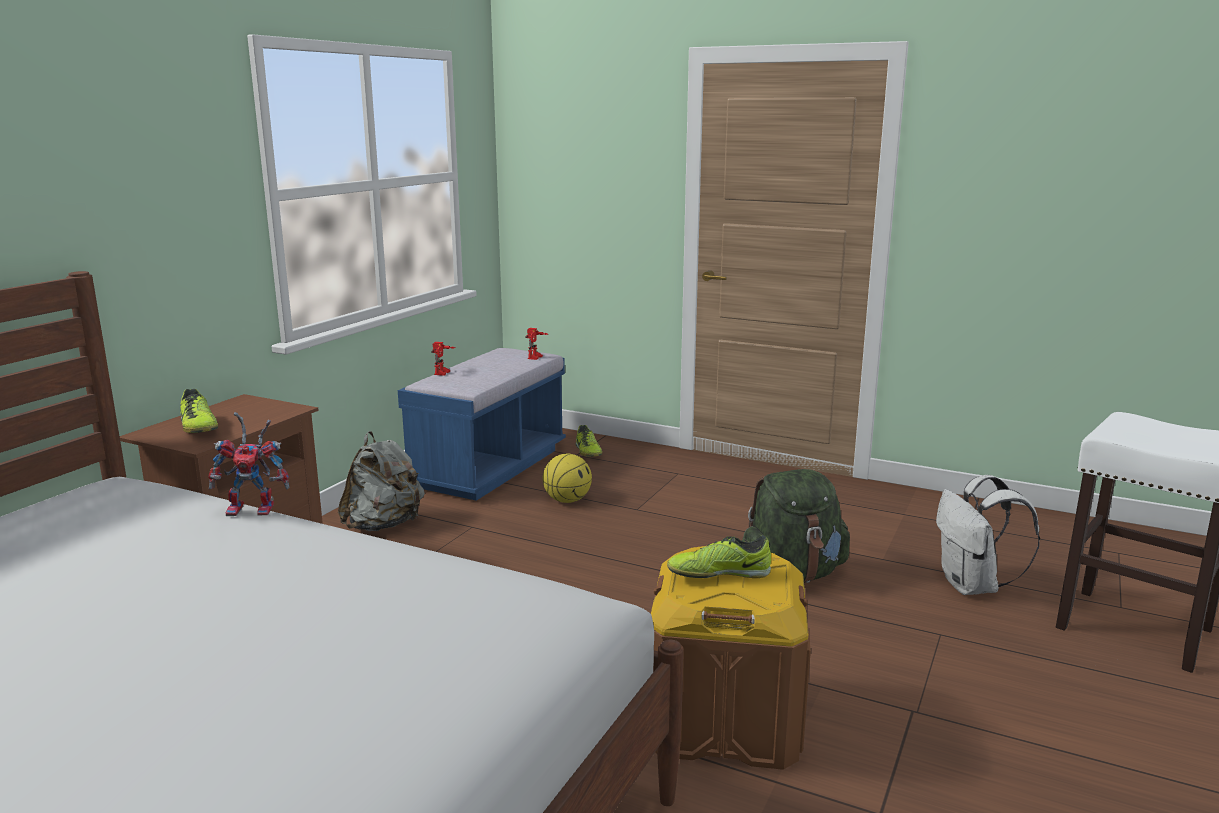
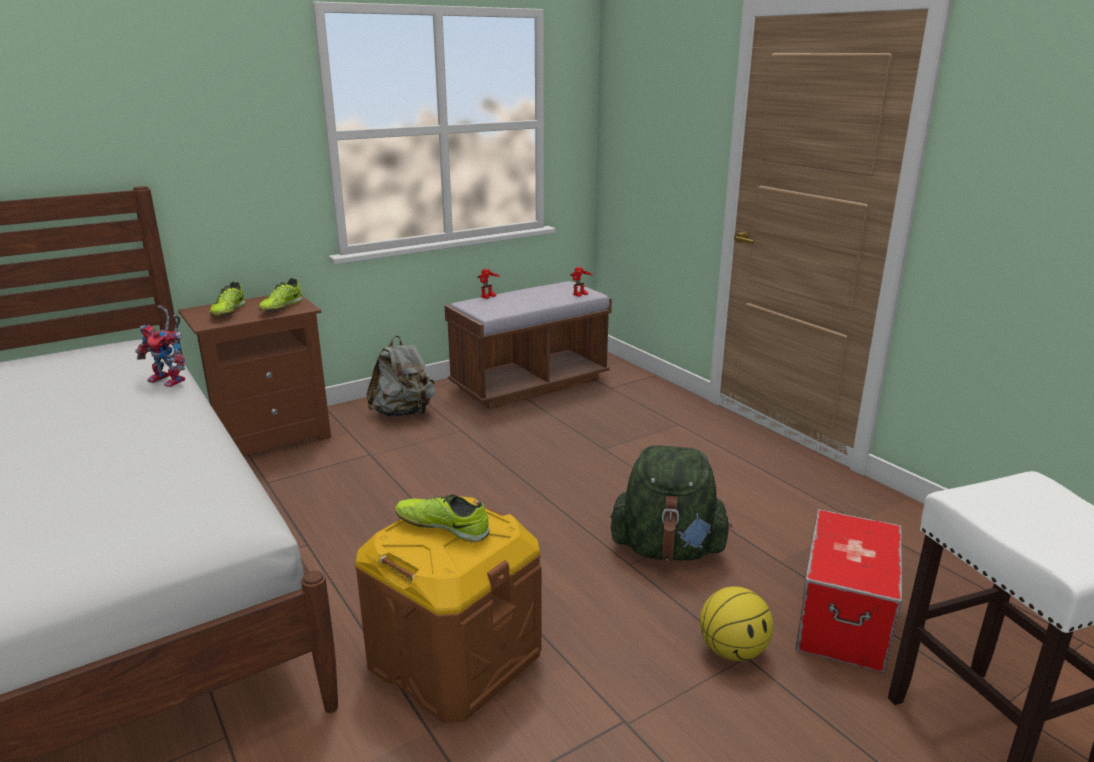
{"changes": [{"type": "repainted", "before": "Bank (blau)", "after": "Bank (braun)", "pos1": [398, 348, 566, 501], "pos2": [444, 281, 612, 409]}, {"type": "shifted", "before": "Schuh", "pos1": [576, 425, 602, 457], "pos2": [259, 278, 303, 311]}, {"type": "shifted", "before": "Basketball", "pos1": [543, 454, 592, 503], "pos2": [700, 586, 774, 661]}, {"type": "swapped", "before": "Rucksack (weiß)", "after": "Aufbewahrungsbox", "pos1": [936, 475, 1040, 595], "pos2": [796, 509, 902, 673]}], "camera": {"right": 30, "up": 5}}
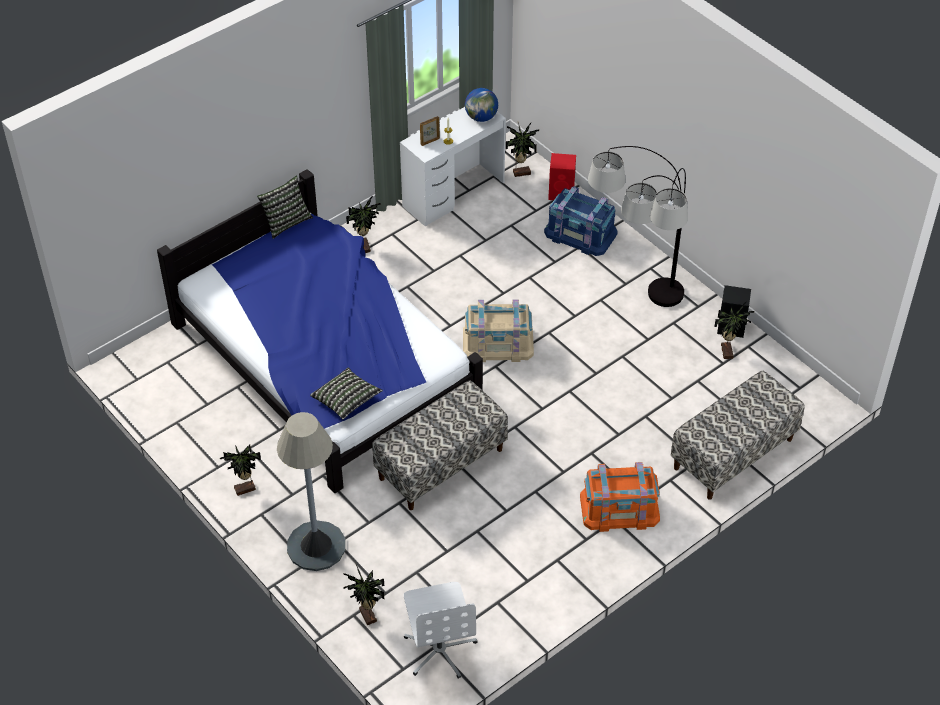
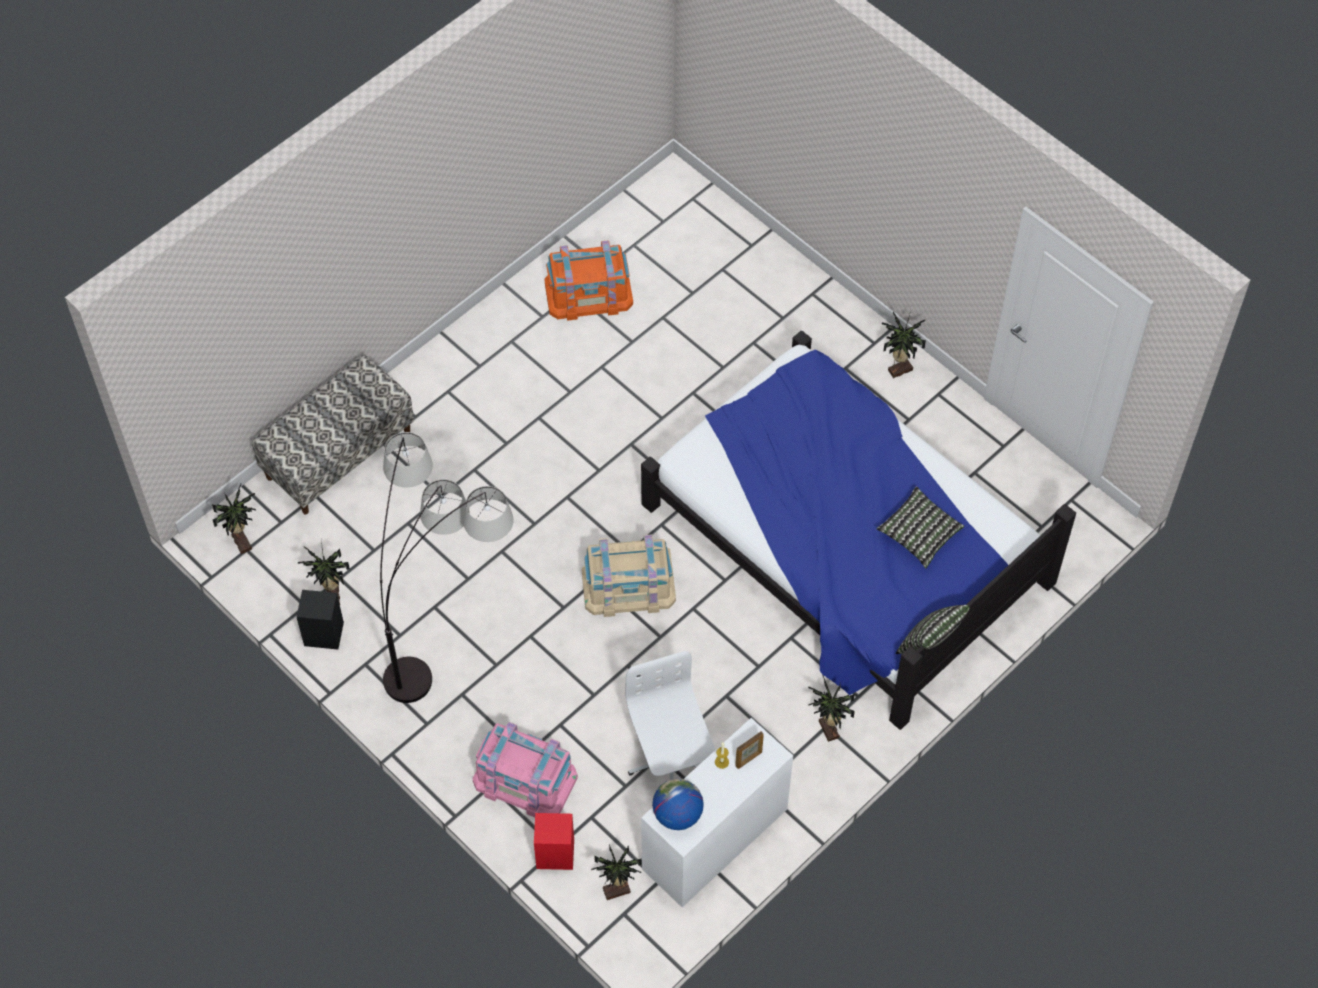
{"changes": [{"type": "repainted", "before": "Aufbewahrungsbox (blau)", "after": "Aufbewahrungsbox (rosa)", "pos1": [544, 186, 617, 256], "pos2": [473, 722, 578, 817]}, {"type": "shifted", "before": "Kissen", "pos1": [310, 367, 383, 420], "pos2": [877, 487, 964, 568]}, {"type": "gone", "before": "Bank", "pos1": [372, 380, 508, 510]}, {"type": "gone", "before": "Stehlampe (grau)", "pos1": [277, 412, 345, 571]}, {"type": "shifted", "before": "Aufbewahrungsbox (orange)", "pos1": [580, 462, 660, 532], "pos2": [545, 240, 633, 321]}, {"type": "shifted", "before": "Topfpflanze", "pos1": [343, 565, 384, 625], "pos2": [212, 484, 256, 554]}, {"type": "shifted", "before": "Bürostuhl (weiß)", "pos1": [404, 582, 478, 679], "pos2": [626, 651, 715, 780]}], "camera": {"right": 175, "up": 10}}
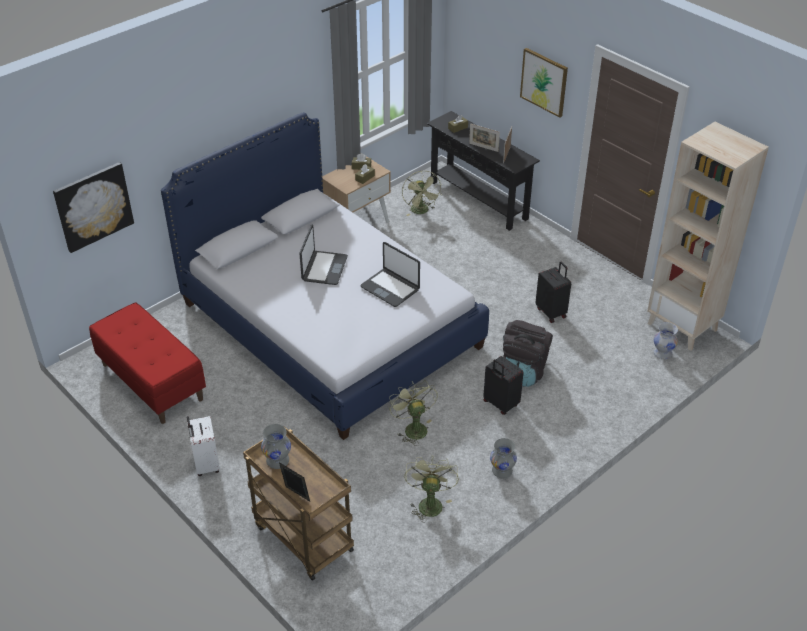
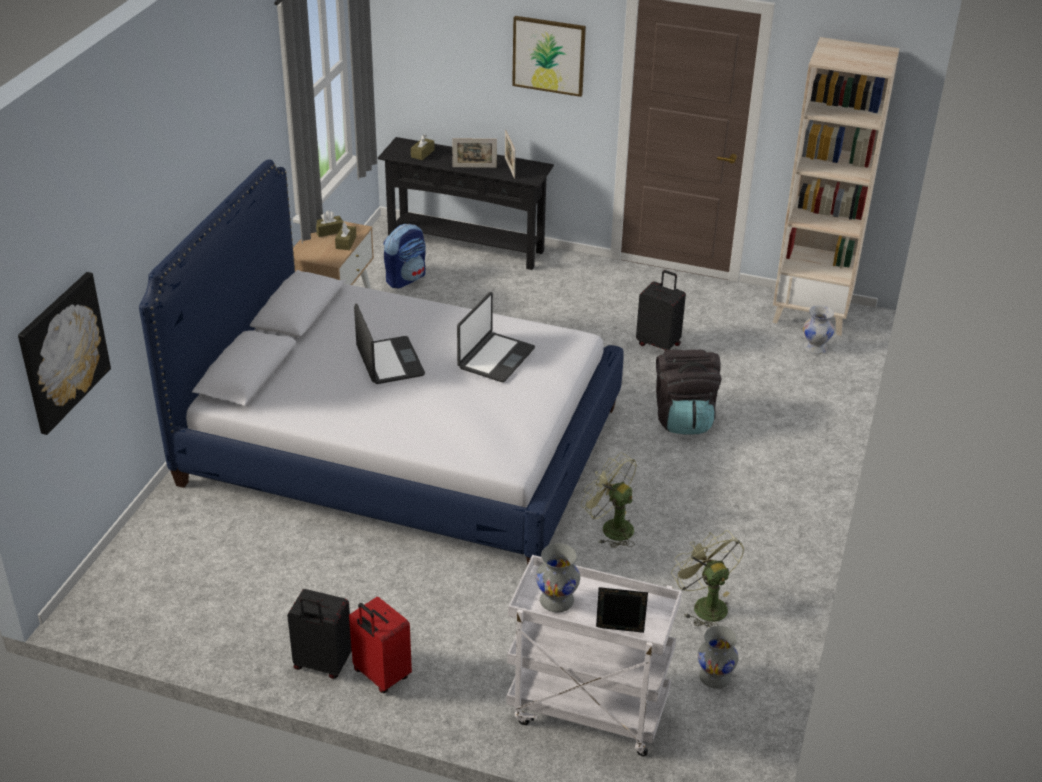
{"changes": [{"type": "swapped", "before": "Ventilator (grün)", "after": "Rucksack", "pos1": [402, 171, 442, 216], "pos2": [383, 224, 426, 288]}, {"type": "rotated", "before": "Laptop", "pos1": [360, 242, 420, 307], "pos2": [457, 292, 535, 382], "turn": -75}, {"type": "gone", "before": "Bank (rot)", "pos1": [89, 302, 206, 424]}, {"type": "shifted", "before": "Koffer (schwarz)", "pos1": [483, 356, 524, 415], "pos2": [287, 589, 352, 679]}, {"type": "repainted", "before": "Koffer (weiß)", "after": "Koffer (rot)", "pos1": [187, 416, 220, 476], "pos2": [349, 596, 412, 693]}, {"type": "repainted", "before": "Rollwagen (braun)", "after": "Rollwagen (weiß)", "pos1": [243, 426, 354, 581], "pos2": [506, 555, 682, 756]}, {"type": "shifted", "before": "Vase (grau)", "pos1": [490, 438, 517, 478], "pos2": [698, 626, 739, 689]}], "camera": {"right": -30, "up": -5}}
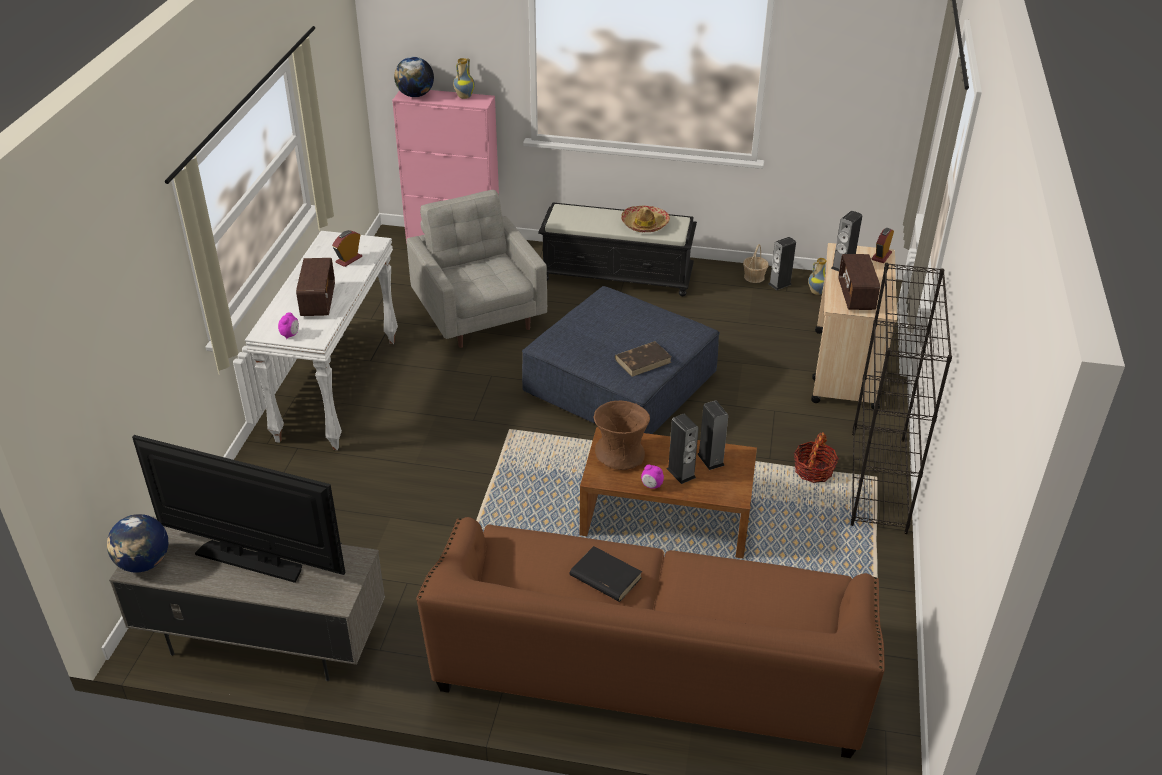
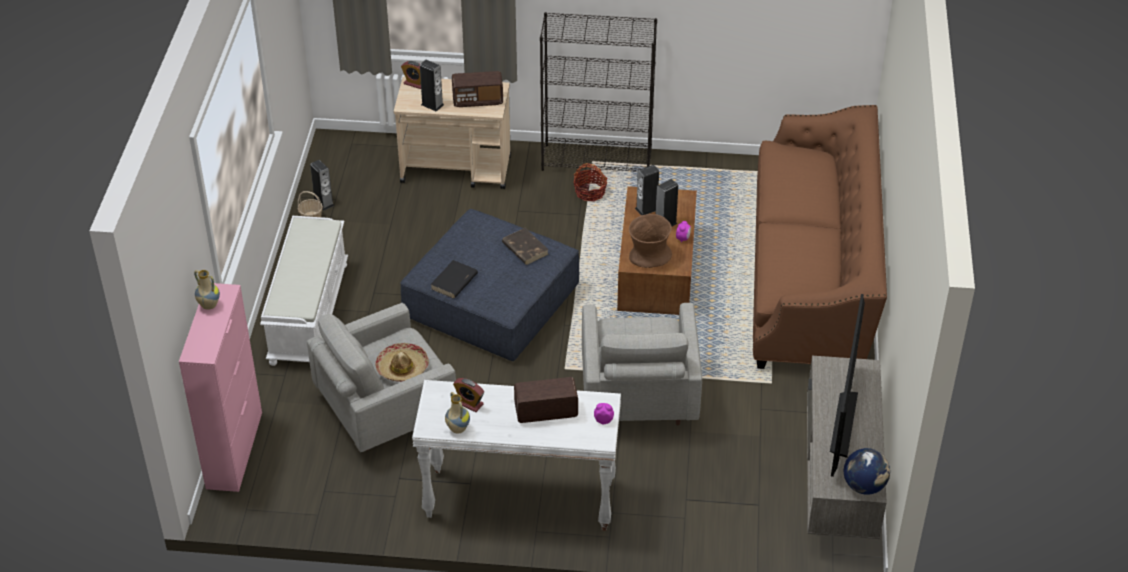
{"changes": [{"type": "gone", "before": "Globus", "pos1": [394, 57, 434, 97]}, {"type": "repainted", "before": "Bank (schwarz)", "after": "Bank (weiß)", "pos1": [538, 202, 697, 296], "pos2": [260, 216, 348, 366]}, {"type": "shifted", "before": "Hut", "pos1": [621, 206, 670, 232], "pos2": [375, 343, 429, 382]}, {"type": "shifted", "before": "Vase", "pos1": [808, 258, 827, 295], "pos2": [445, 392, 470, 433]}, {"type": "shifted", "before": "Buch (schwarz)", "pos1": [569, 546, 642, 602], "pos2": [430, 260, 478, 299]}, {"type": "new", "after": "Sessel (grau)", "pos2": [582, 303, 702, 425]}], "camera": {"right": -95, "up": 5}}
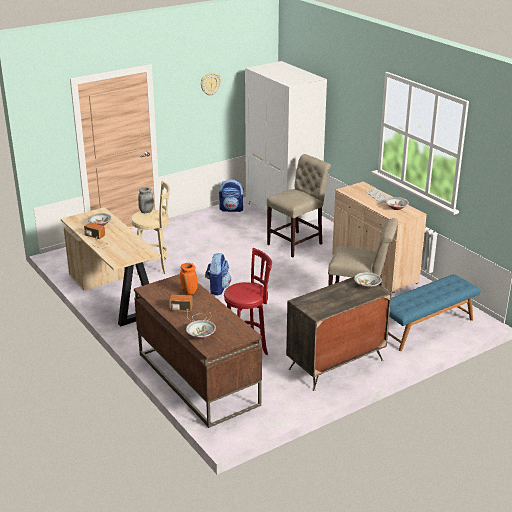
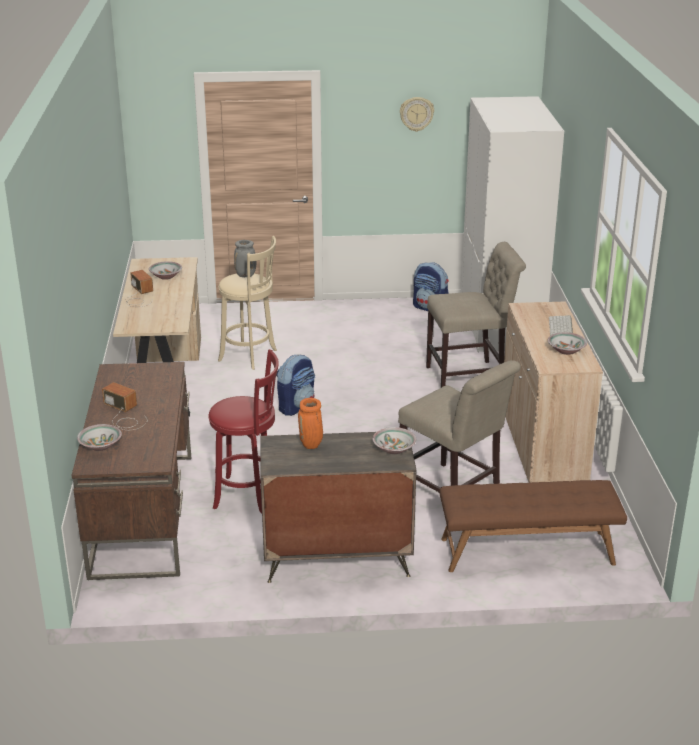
{"changes": [{"type": "shifted", "before": "Vase (orange)", "pos1": [180, 263, 198, 295], "pos2": [298, 398, 323, 449]}, {"type": "repainted", "before": "Bank (blau)", "after": "Bank (braun)", "pos1": [388, 274, 481, 351], "pos2": [439, 480, 627, 572]}], "camera": {"right": 30, "up": 0}}
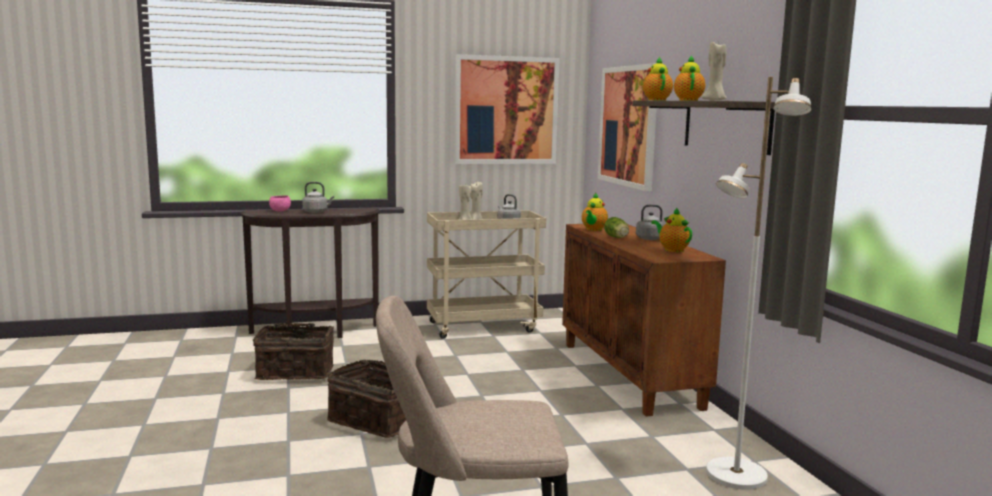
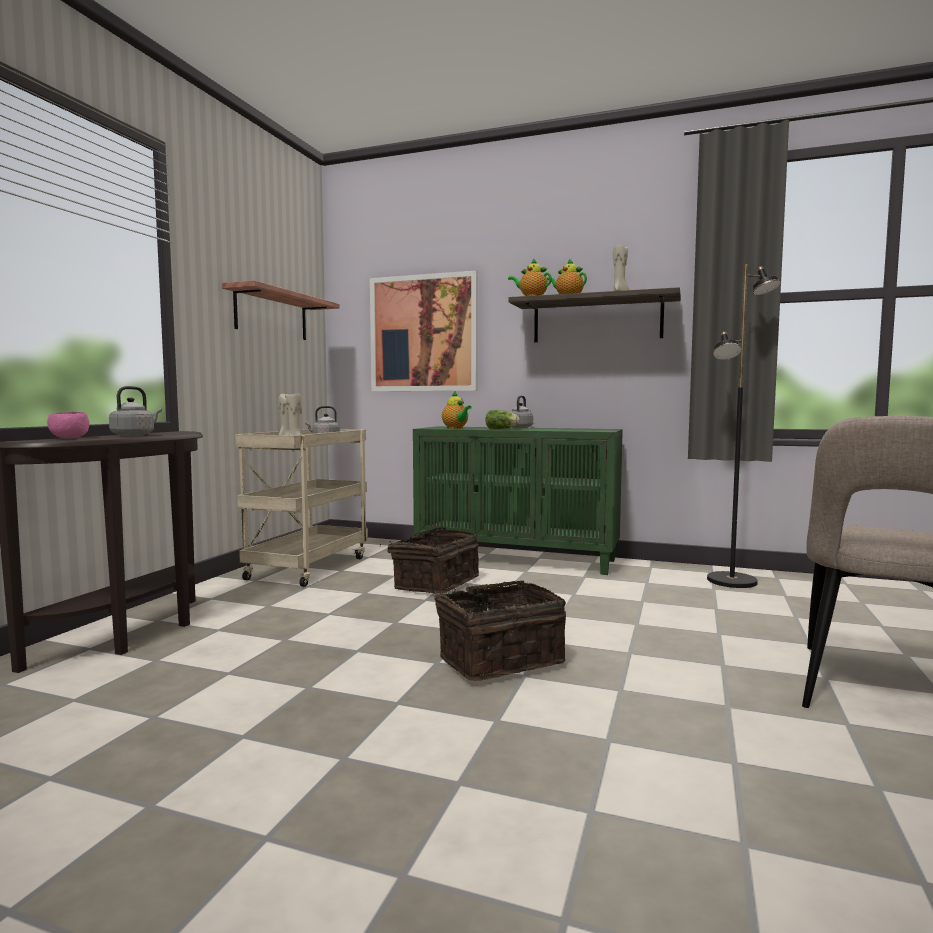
{"changes": [{"type": "swapped", "before": "Bild", "after": "Wandregal", "pos1": [454, 54, 560, 164], "pos2": [222, 280, 340, 340]}, {"type": "repainted", "before": "Stehlampe (weiß)", "after": "Stehlampe (schwarz)", "pos1": [706, 77, 812, 490], "pos2": [707, 264, 781, 588]}, {"type": "gone", "before": "Teekanne", "pos1": [651, 208, 692, 252]}, {"type": "repainted", "before": "Schrank (braun)", "after": "Schrank (grün)", "pos1": [562, 224, 726, 417], "pos2": [413, 426, 623, 575]}, {"type": "shifted", "before": "Korb", "pos1": [253, 323, 334, 380], "pos2": [379, 526, 479, 594]}], "camera": {"right": -55, "up": -5}}
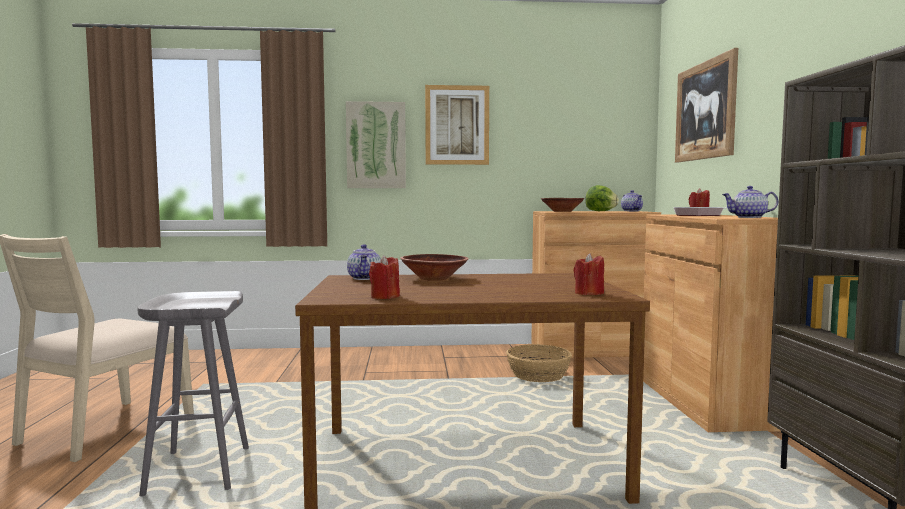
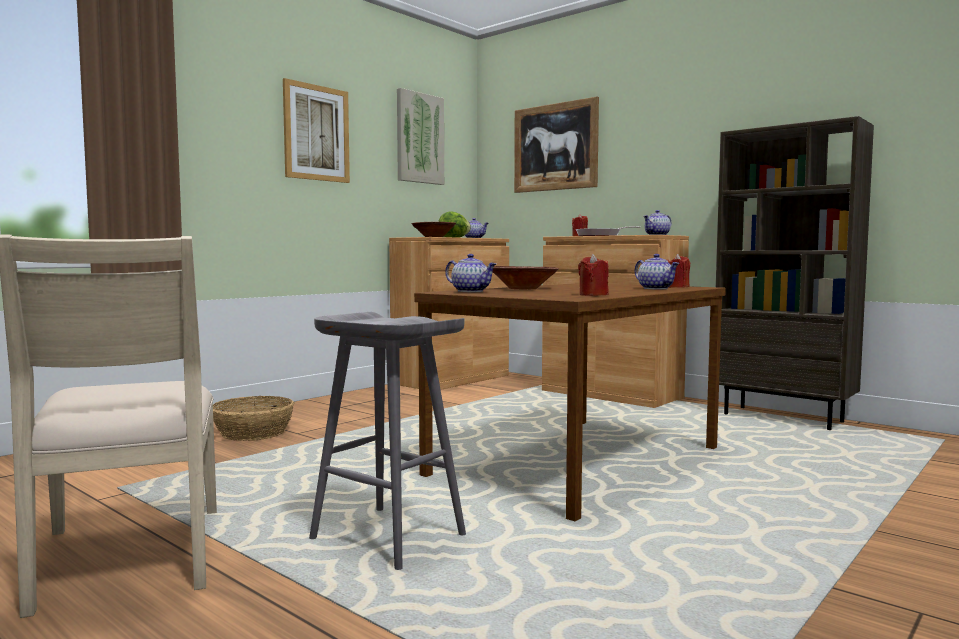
{"changes": [{"type": "shifted", "before": "Bild", "pos1": [346, 101, 406, 188], "pos2": [397, 88, 444, 185]}, {"type": "shifted", "before": "Korb", "pos1": [506, 344, 572, 382], "pos2": [213, 396, 294, 441]}, {"type": "new", "after": "Teekanne", "pos2": [635, 254, 679, 290]}], "camera": {"right": -45, "up": 0}}
